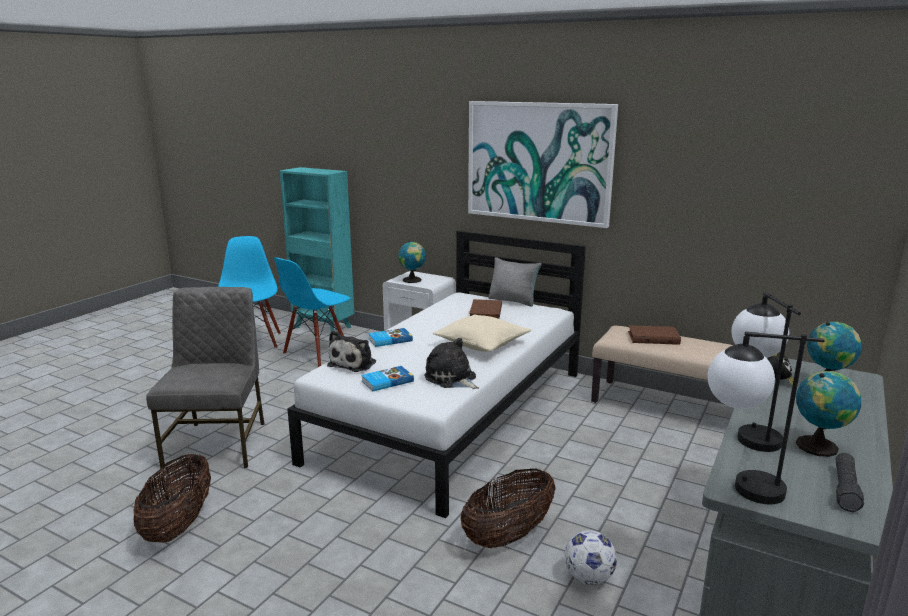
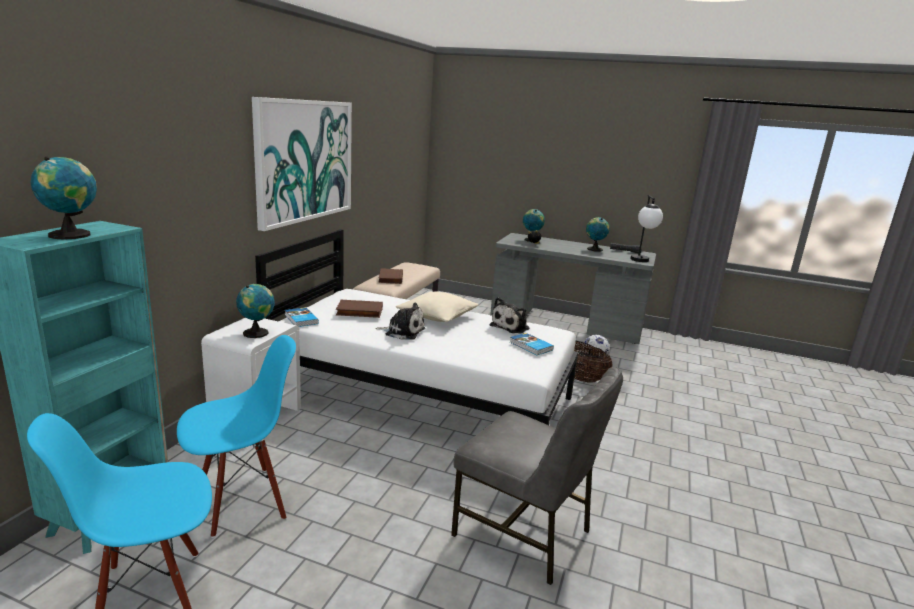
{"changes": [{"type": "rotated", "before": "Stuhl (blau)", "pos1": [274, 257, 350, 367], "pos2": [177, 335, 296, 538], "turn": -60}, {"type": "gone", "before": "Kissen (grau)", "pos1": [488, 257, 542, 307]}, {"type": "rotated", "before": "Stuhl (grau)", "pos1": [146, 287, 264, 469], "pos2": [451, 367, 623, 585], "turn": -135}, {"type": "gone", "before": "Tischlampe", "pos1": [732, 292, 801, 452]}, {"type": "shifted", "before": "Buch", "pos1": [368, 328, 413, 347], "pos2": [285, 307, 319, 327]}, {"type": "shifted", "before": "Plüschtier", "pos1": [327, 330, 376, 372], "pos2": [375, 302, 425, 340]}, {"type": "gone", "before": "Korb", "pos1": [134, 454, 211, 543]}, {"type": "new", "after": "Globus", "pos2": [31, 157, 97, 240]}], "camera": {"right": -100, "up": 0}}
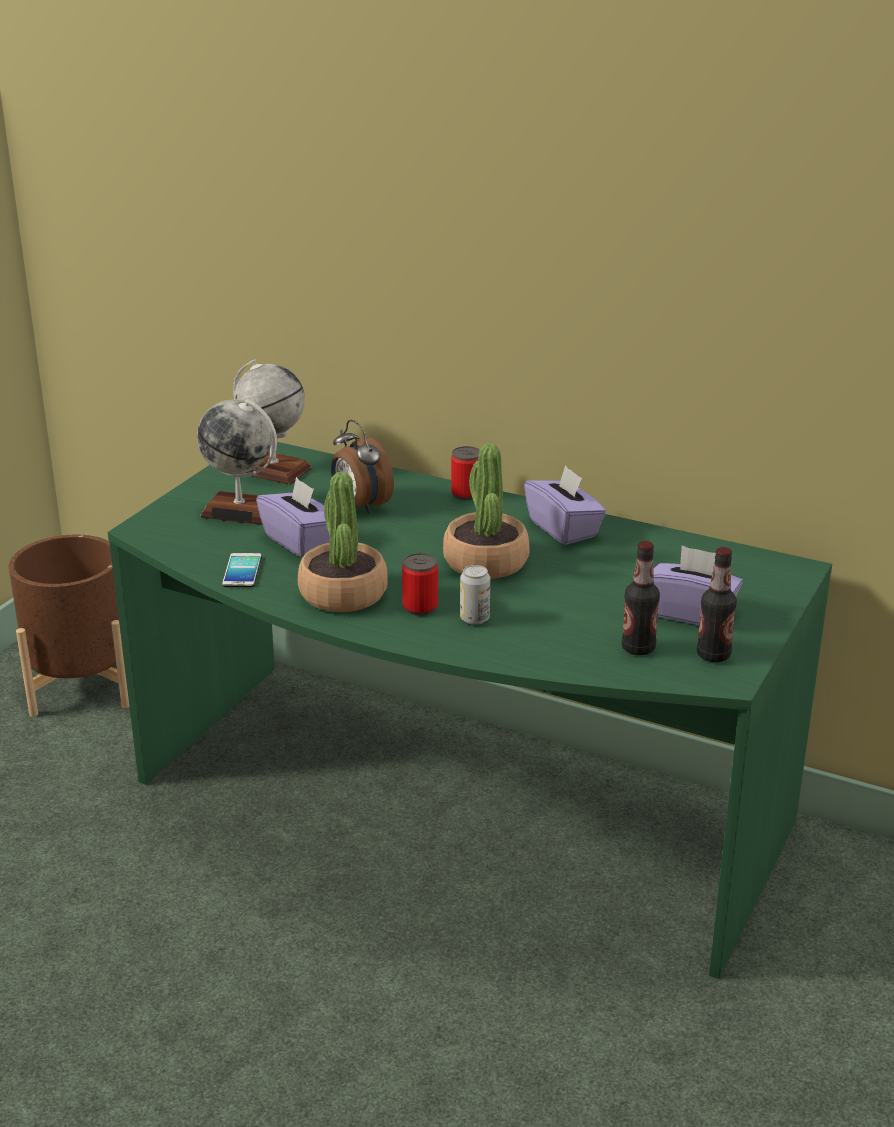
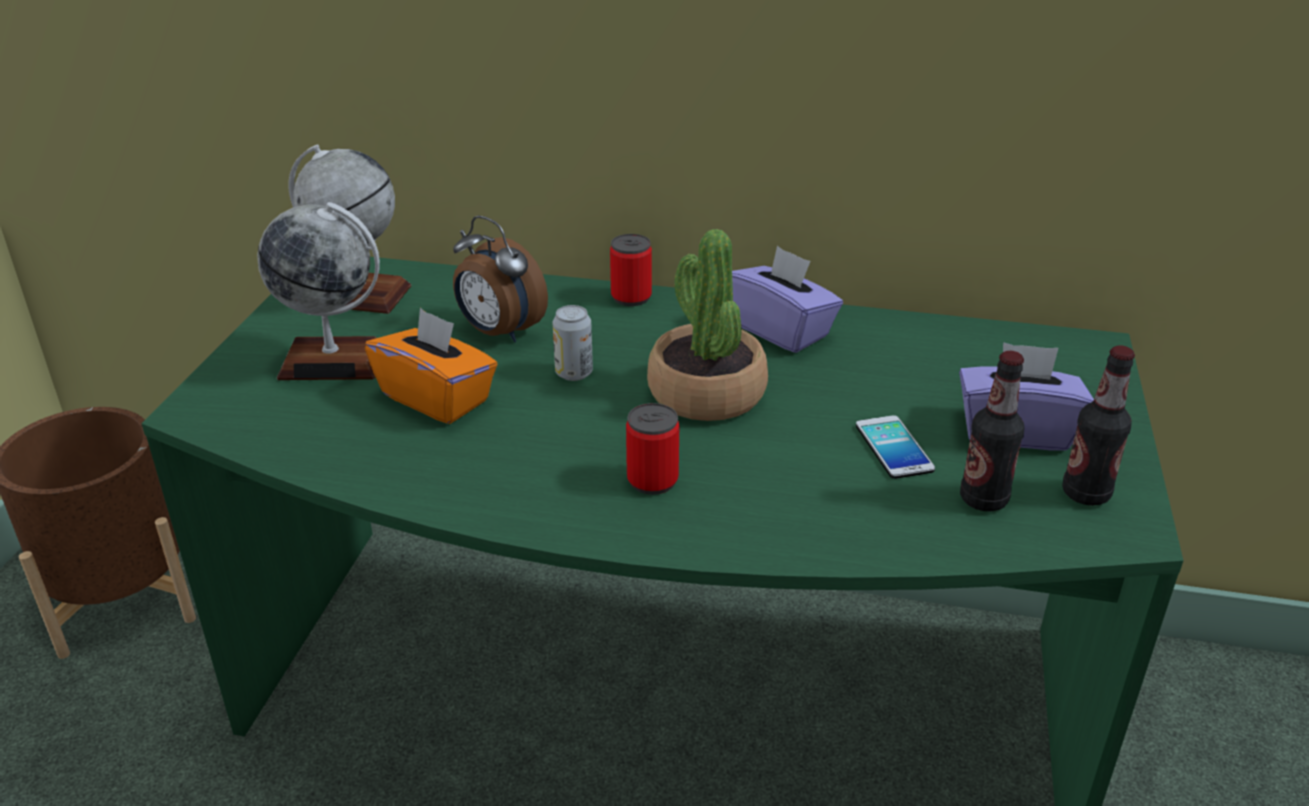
{"changes": [{"type": "gone", "before": "Topfpflanze", "pos1": [298, 472, 388, 612]}, {"type": "repainted", "before": "Taschentuchbox (lila)", "after": "Taschentuchbox (orange)", "pos1": [256, 477, 330, 558], "pos2": [365, 308, 498, 424]}, {"type": "shifted", "before": "Handy", "pos1": [222, 553, 262, 588], "pos2": [856, 415, 935, 479]}, {"type": "shifted", "before": "Dose", "pos1": [460, 565, 490, 625], "pos2": [553, 305, 593, 381]}], "camera": {"right": -15, "up": 5}}
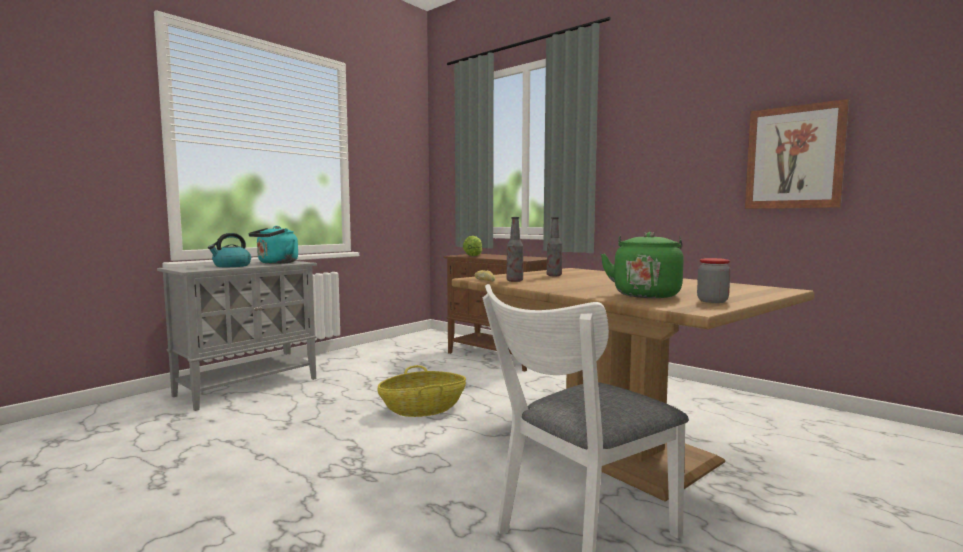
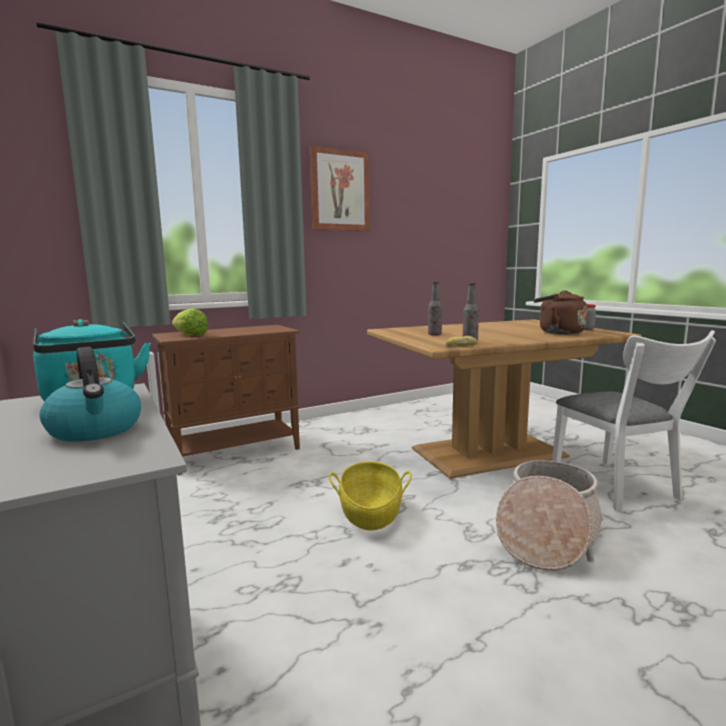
{"changes": [{"type": "shifted", "before": "Bild", "pos1": [745, 99, 849, 209], "pos2": [310, 146, 370, 231]}, {"type": "repainted", "before": "Wasserkessel (grün)", "after": "Wasserkessel (braun)", "pos1": [601, 232, 684, 298], "pos2": [534, 290, 587, 334]}, {"type": "new", "after": "Korb", "pos2": [496, 460, 603, 571]}], "camera": {"right": -70, "up": 5}}
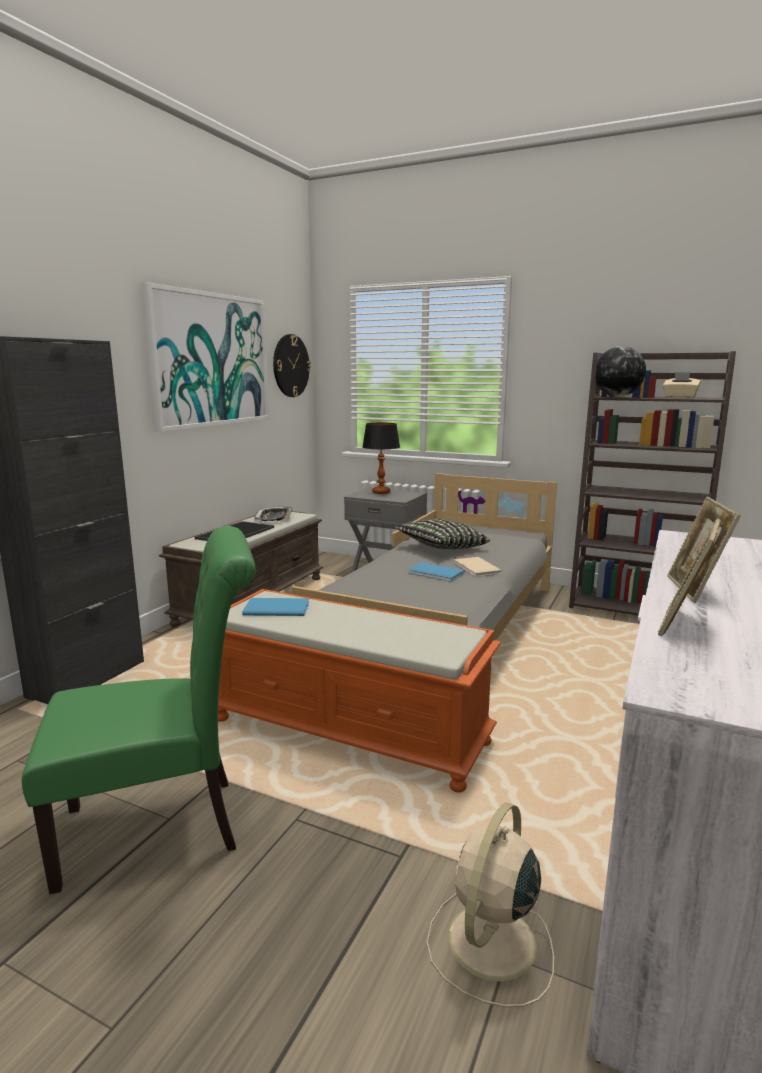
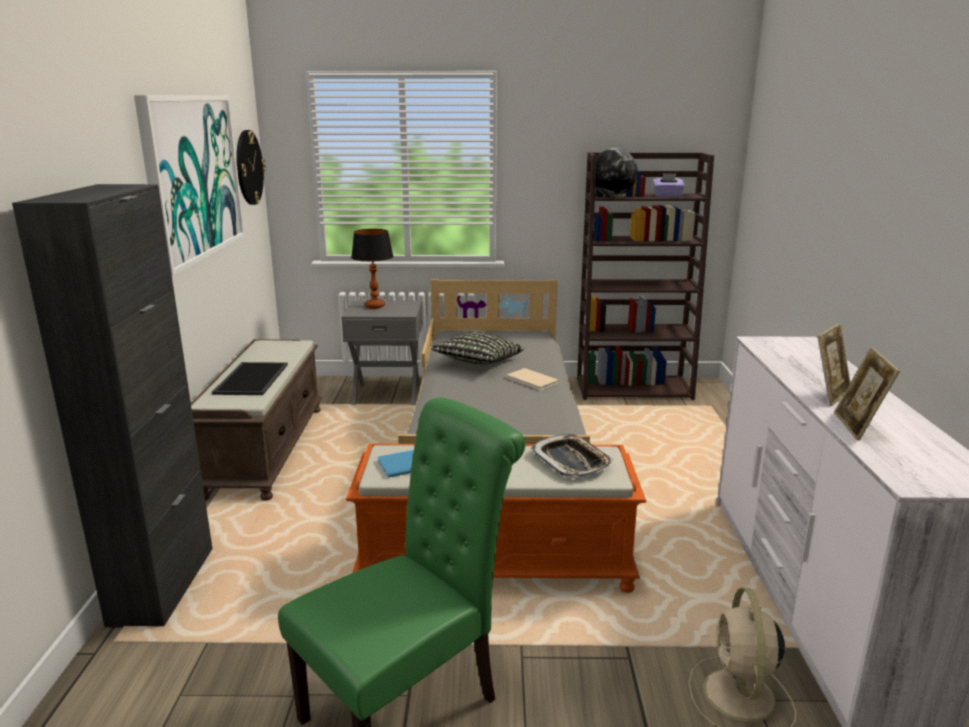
{"changes": [{"type": "repainted", "before": "Taschentuchbox (beige)", "after": "Taschentuchbox (lila)", "pos1": [663, 372, 701, 399], "pos2": [653, 173, 685, 198]}, {"type": "rotated", "before": "Bilderrahmen", "pos1": [667, 497, 741, 603], "pos2": [818, 323, 851, 406], "turn": -120}, {"type": "shifted", "before": "Tablett", "pos1": [255, 506, 293, 521], "pos2": [531, 434, 613, 478]}, {"type": "gone", "before": "Buch (blau)", "pos1": [408, 562, 465, 581]}], "camera": {"right": -25, "up": 5}}
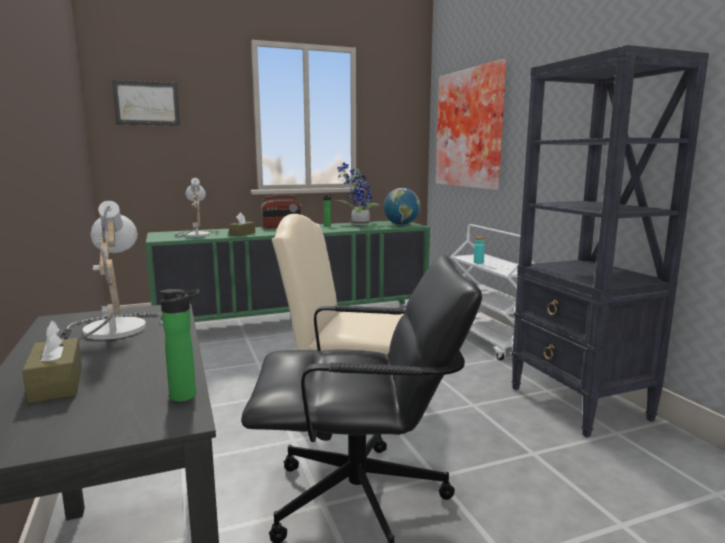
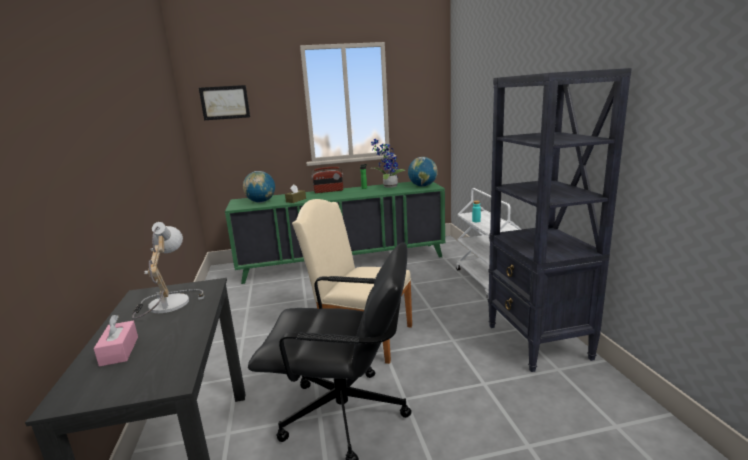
{"changes": [{"type": "gone", "before": "Bild", "pos1": [436, 59, 506, 190]}, {"type": "swapped", "before": "Tischlampe", "after": "Globus", "pos1": [175, 178, 220, 238], "pos2": [243, 171, 275, 203]}, {"type": "gone", "before": "Flasche", "pos1": [159, 289, 200, 402]}, {"type": "repainted", "before": "Taschentuchbox (braun)", "after": "Taschentuchbox (rosa)", "pos1": [22, 321, 82, 403], "pos2": [94, 315, 138, 367]}], "camera": {"right": 10, "up": 5}}
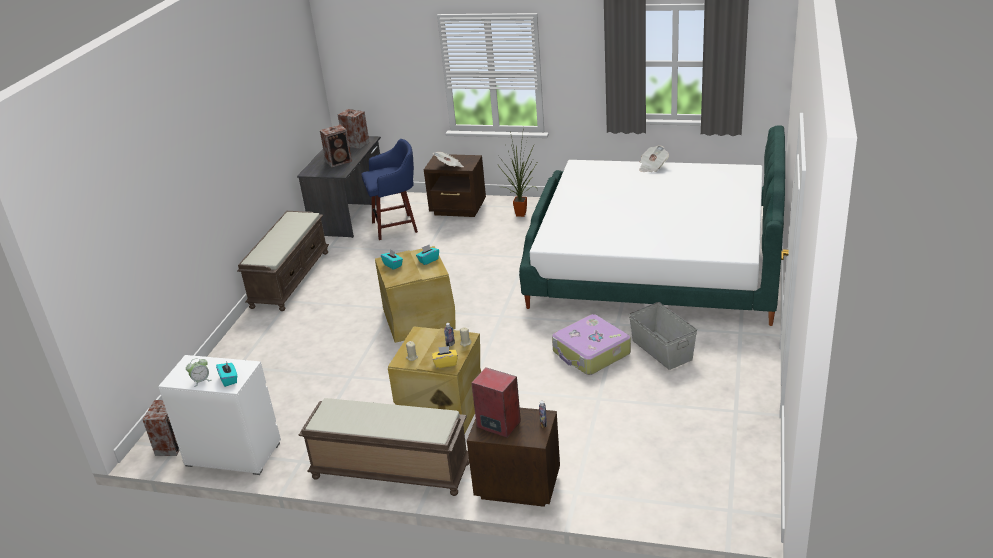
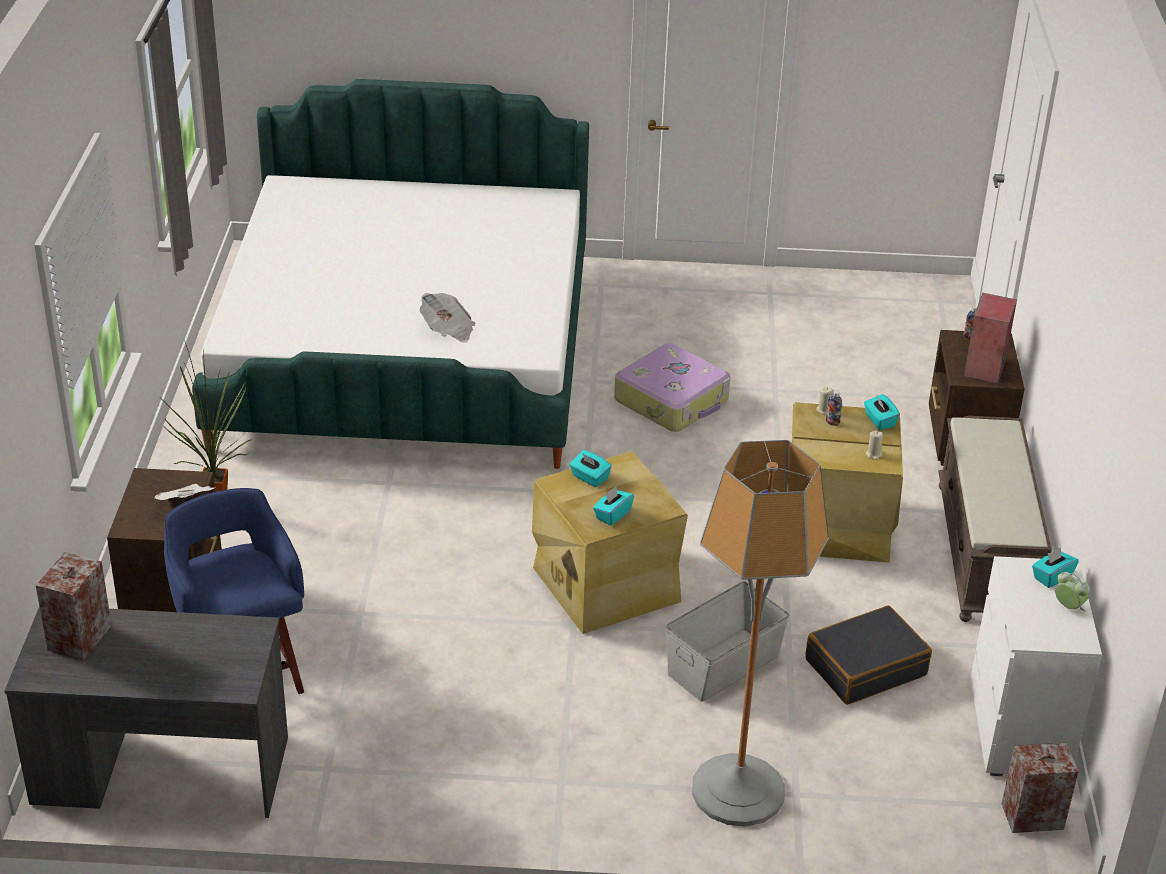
{"changes": [{"type": "gone", "before": "Lautsprecher", "pos1": [320, 125, 352, 168]}, {"type": "shifted", "before": "Zeitung", "pos1": [639, 145, 669, 172], "pos2": [419, 293, 475, 343]}, {"type": "gone", "before": "Bank (braun)", "pos1": [237, 211, 329, 311]}, {"type": "shifted", "before": "Aufbewahrungsbox (grau)", "pos1": [629, 302, 697, 370], "pos2": [666, 581, 789, 702]}, {"type": "repainted", "before": "Taschentuchbox (gelb)", "after": "Taschentuchbox (türkis)", "pos1": [432, 346, 458, 368], "pos2": [864, 394, 900, 430]}, {"type": "new", "after": "Stehlampe", "pos2": [692, 440, 829, 826]}, {"type": "new", "after": "Koffer (schwarz)", "pos2": [805, 605, 932, 704]}], "camera": {"right": -105, "up": 5}}
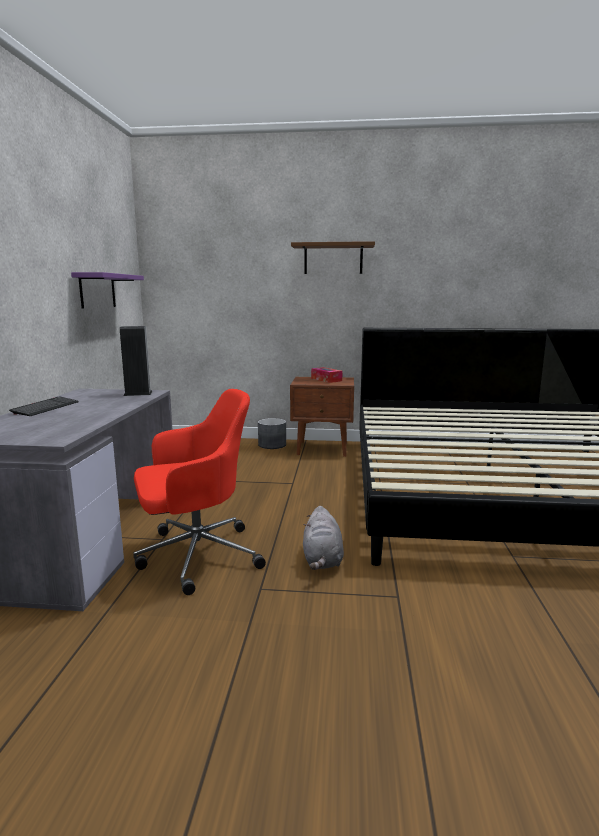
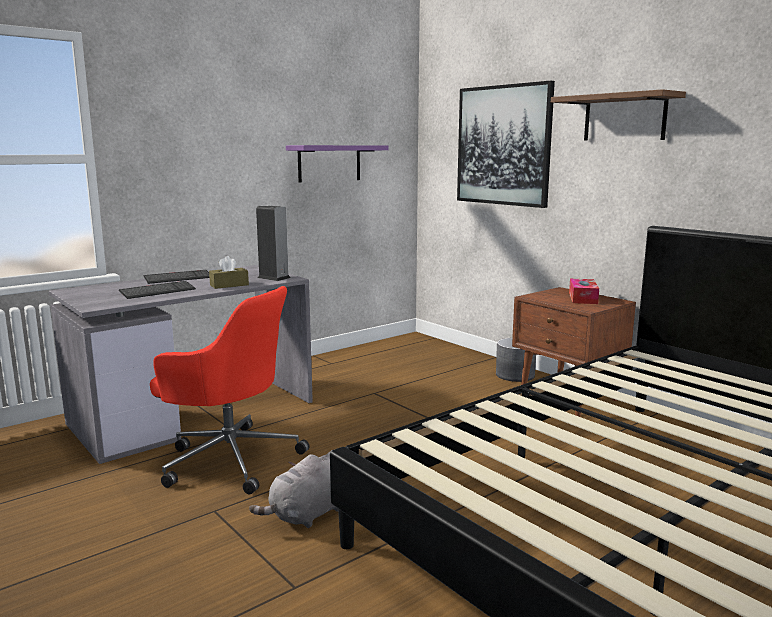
{"changes": [{"type": "new", "after": "Bild", "pos2": [457, 81, 555, 208]}, {"type": "new", "after": "Taschentuchbox (braun)", "pos2": [209, 256, 249, 289]}, {"type": "new", "after": "Tastatur", "pos2": [119, 281, 196, 299]}], "camera": {"right": 45, "up": 0}}
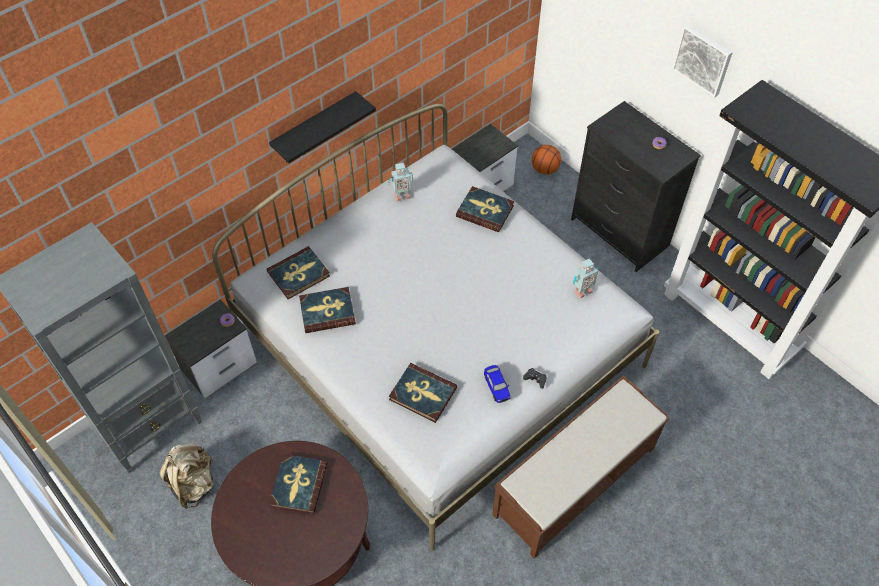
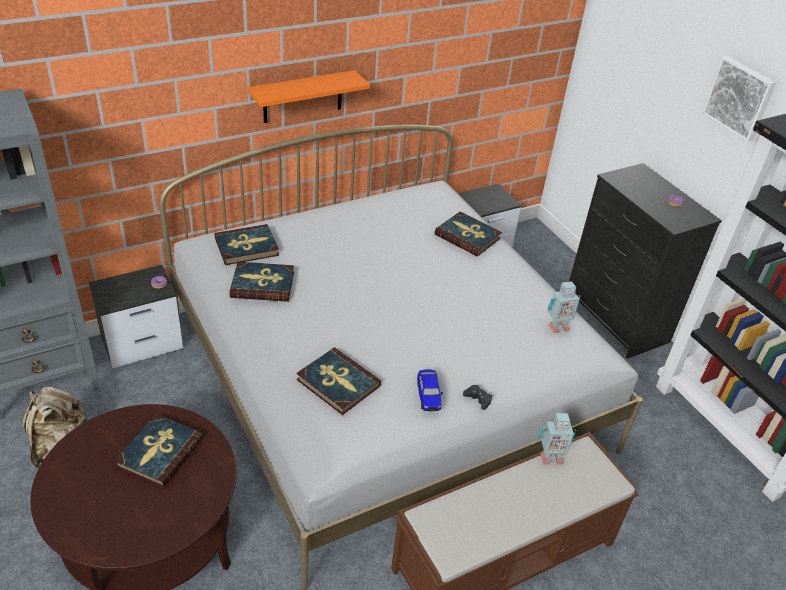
{"changes": [{"type": "repainted", "before": "Wandregal (schwarz)", "after": "Wandregal (orange)", "pos1": [269, 91, 376, 163], "pos2": [248, 70, 370, 123]}, {"type": "gone", "before": "Basketball", "pos1": [532, 145, 561, 175]}, {"type": "shifted", "before": "Spielzeugroboter", "pos1": [388, 163, 413, 201], "pos2": [538, 413, 577, 465]}], "camera": {"right": 10, "up": -15}}
